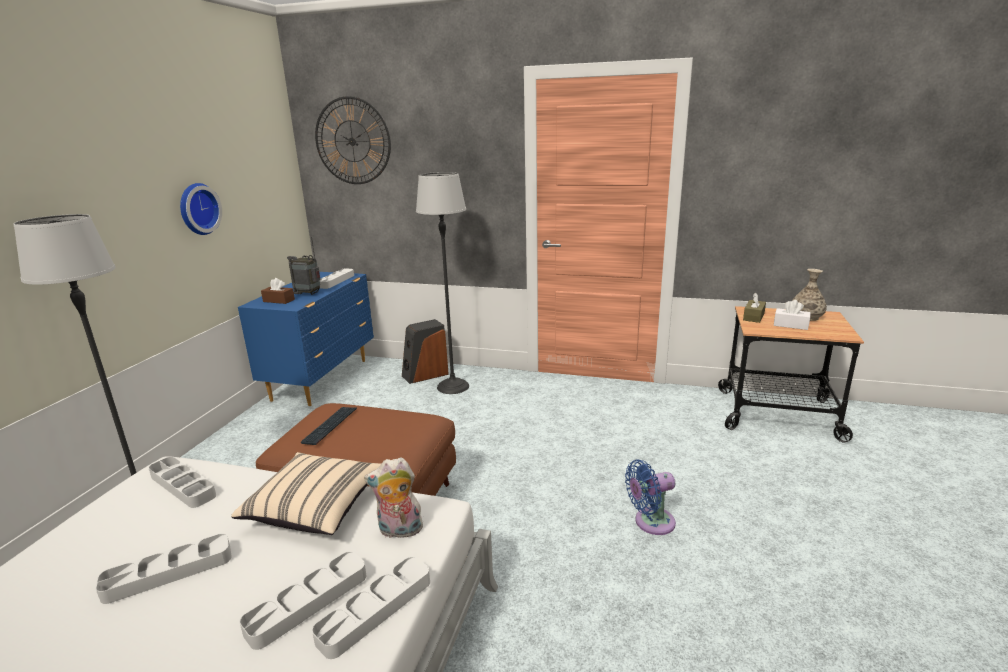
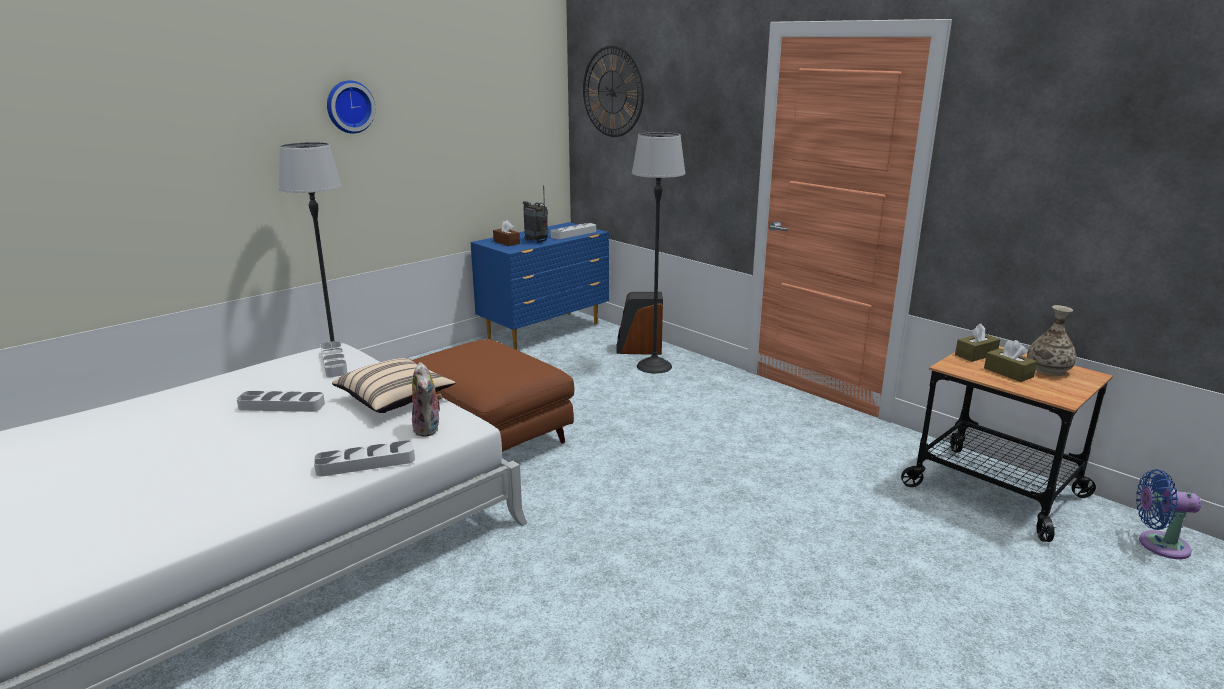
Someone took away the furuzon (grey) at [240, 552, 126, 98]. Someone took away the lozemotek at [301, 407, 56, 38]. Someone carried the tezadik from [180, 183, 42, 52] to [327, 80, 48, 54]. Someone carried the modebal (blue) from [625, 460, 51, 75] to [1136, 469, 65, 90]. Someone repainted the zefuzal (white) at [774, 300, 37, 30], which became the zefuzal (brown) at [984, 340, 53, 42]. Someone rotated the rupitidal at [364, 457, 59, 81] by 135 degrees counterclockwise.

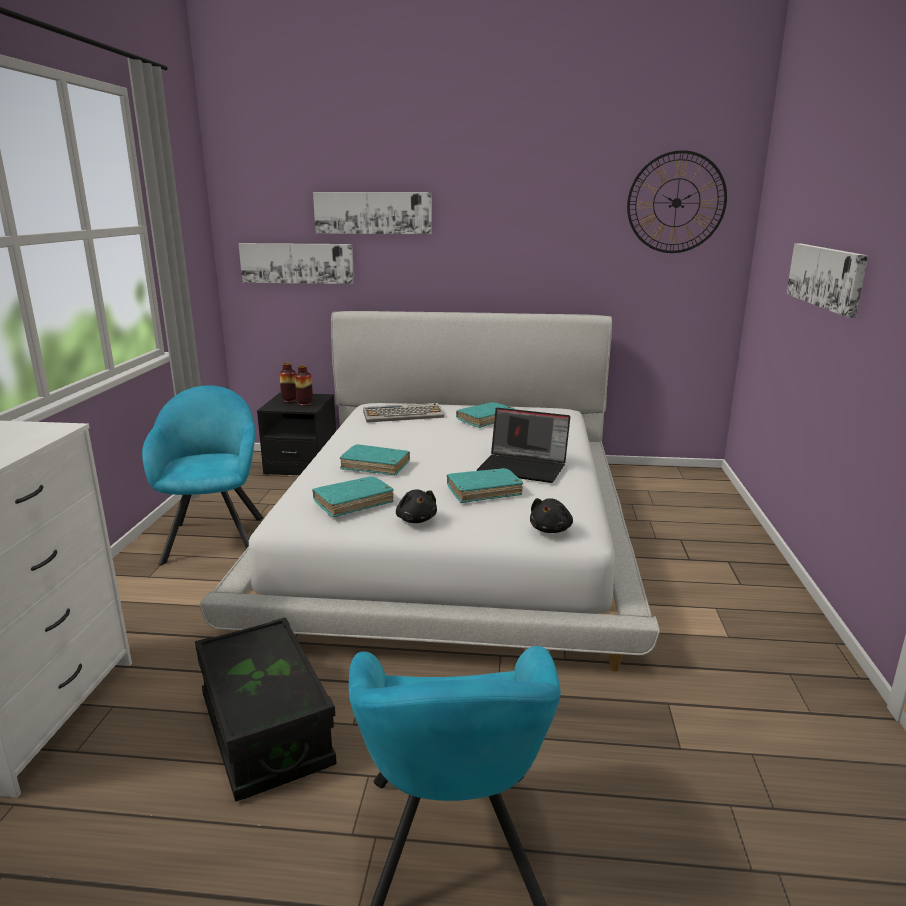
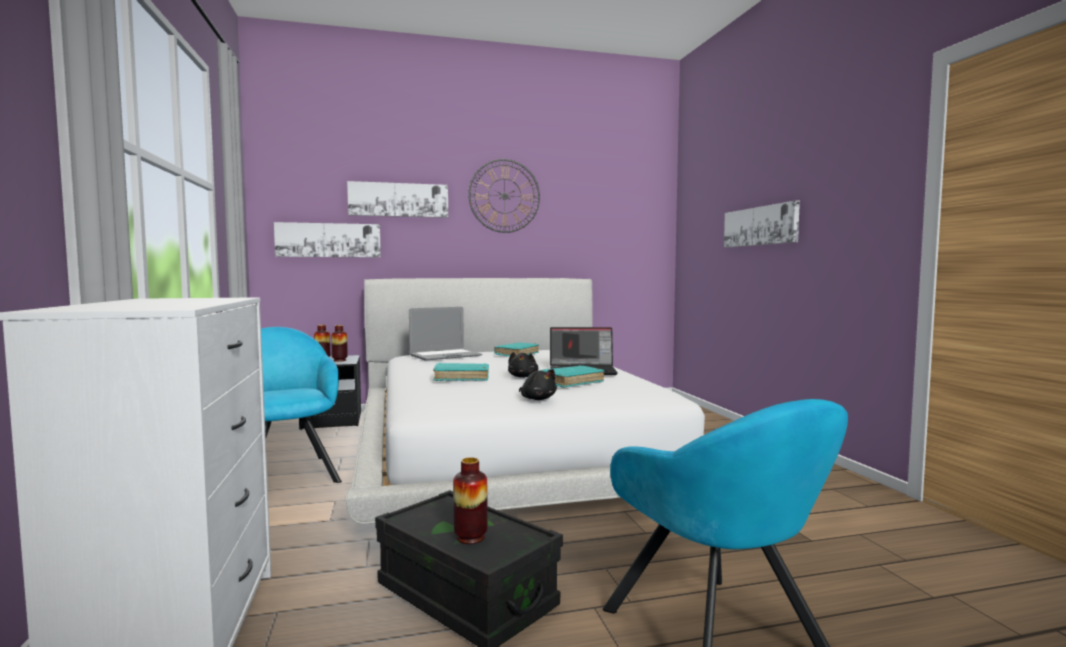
Someone took away the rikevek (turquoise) at [312, 476, 82, 41]. Someone put down the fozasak at [453, 457, 35, 87]. Someone carried the rupitidal (black) from [530, 498, 43, 35] to [508, 352, 30, 26]. Someone carried the tezadik from [627, 150, 100, 103] to [468, 159, 72, 74]. Someone swapped the lozemotek at [363, 403, 81, 20] for the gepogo at [409, 307, 73, 54].

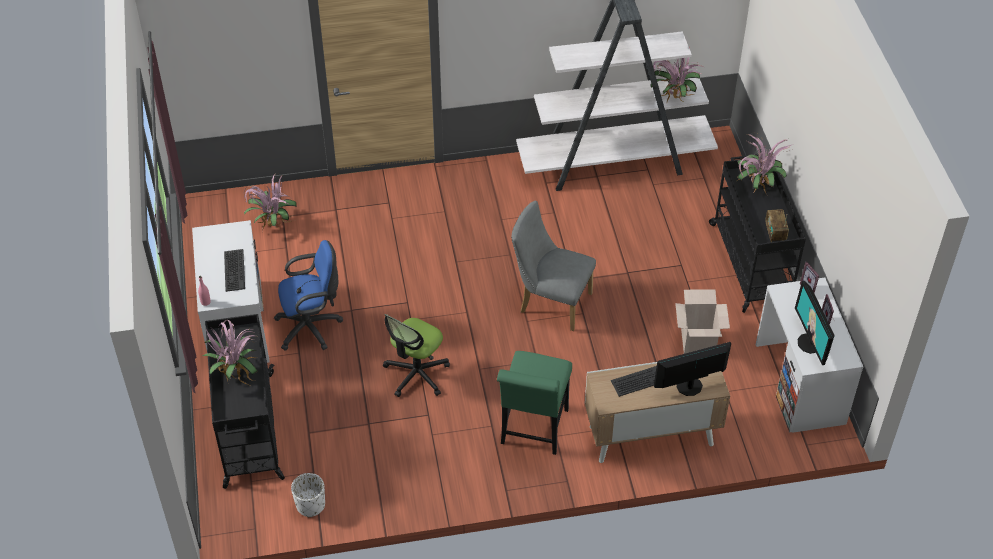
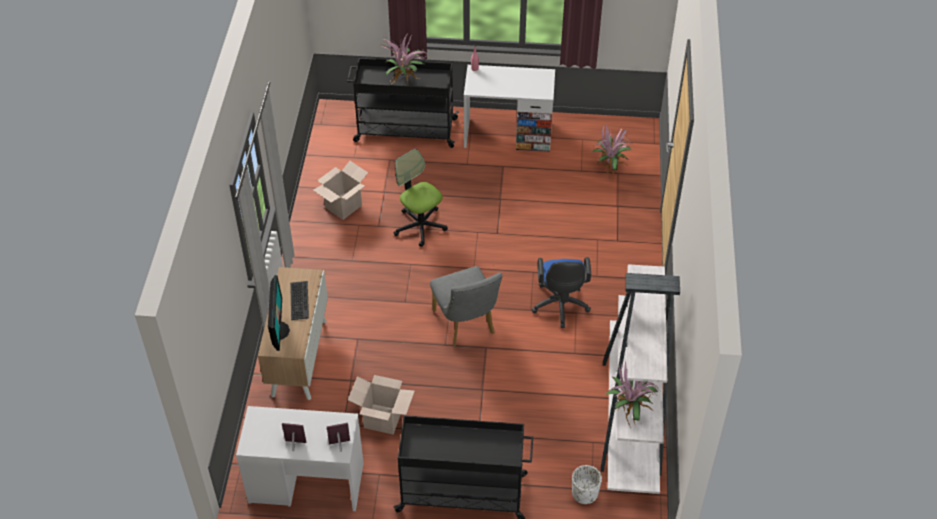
Someone took away the lozemotek at [224, 249, 21, 43]. Someone took away the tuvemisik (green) at [497, 351, 75, 104]. Someone took away the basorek at [737, 134, 54, 61]. Someone took away the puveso at [765, 209, 24, 33]. Someone took away the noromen at [795, 281, 40, 84]. Someone put down the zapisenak at [313, 161, 55, 59]. Someone carried the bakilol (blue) from [274, 240, 69, 111] to [531, 257, 60, 71]. Someone carried the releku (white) from [291, 473, 34, 44] to [572, 465, 30, 39]. Someone rotated the tuvemisik (grey) at [511, 201, 85, 130] by 120 degrees clockwise.

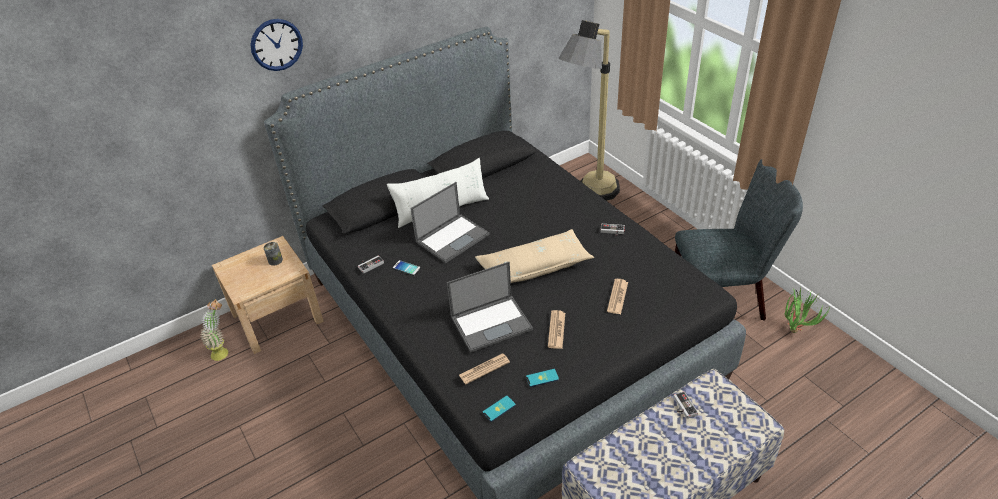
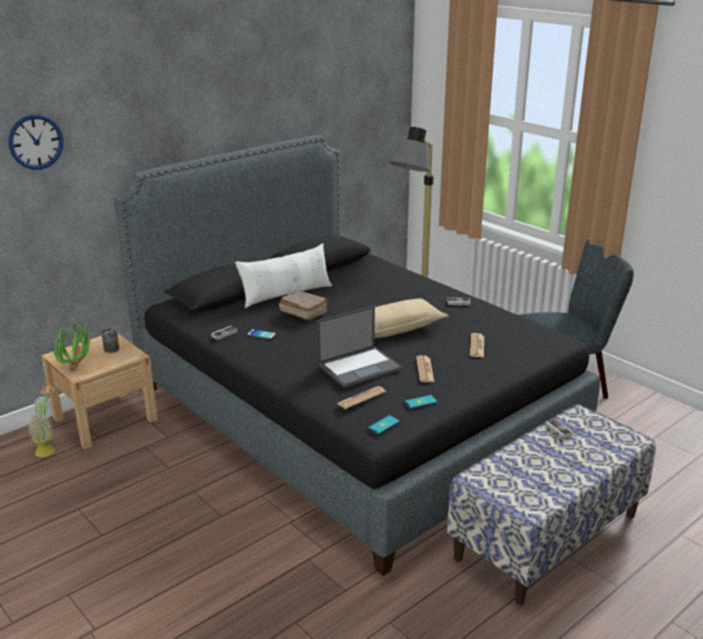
Someone carried the tezadik from [250, 19, 53, 52] to [9, 114, 54, 56]. Someone carried the basorek from [784, 287, 46, 46] to [53, 320, 41, 51]. Someone swapped the gepogo at [410, 182, 80, 81] for the rikevek (brown) at [279, 290, 49, 30].

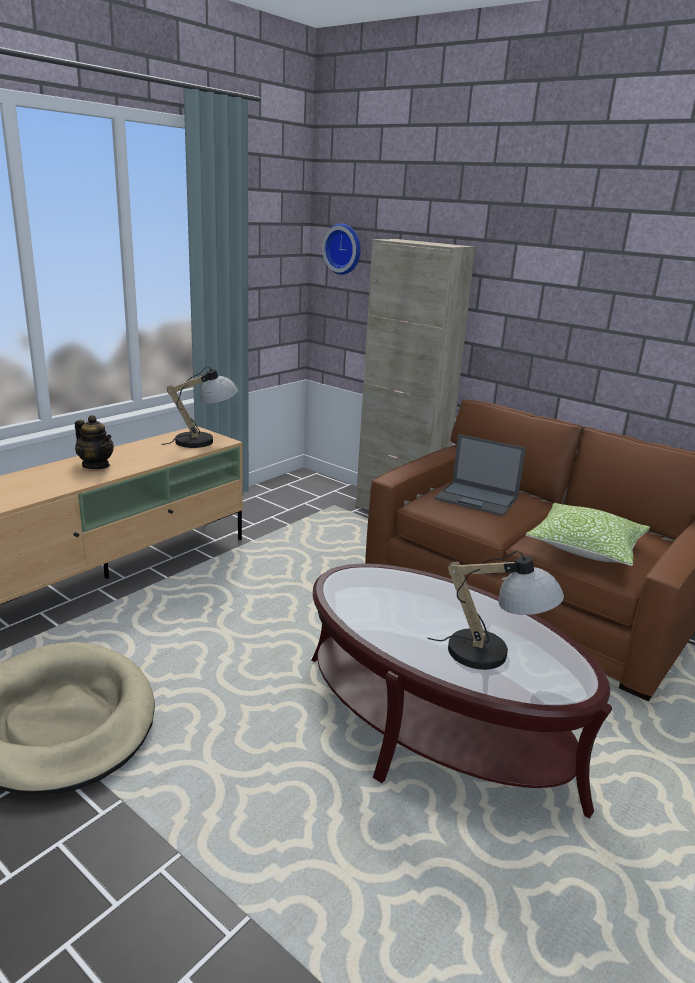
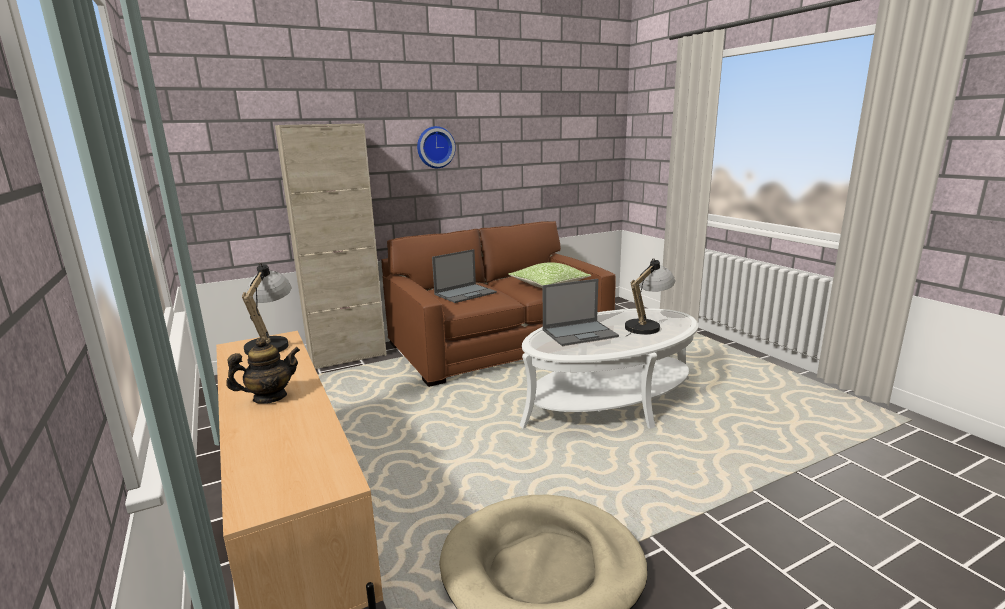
Someone put down the gepogo at [543, 279, 76, 67]. Someone carried the tezadik from [322, 223, 39, 52] to [417, 126, 39, 42]. Someone repainted the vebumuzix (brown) at [312, 564, 300, 255], which became the vebumuzix (white) at [520, 308, 178, 121].

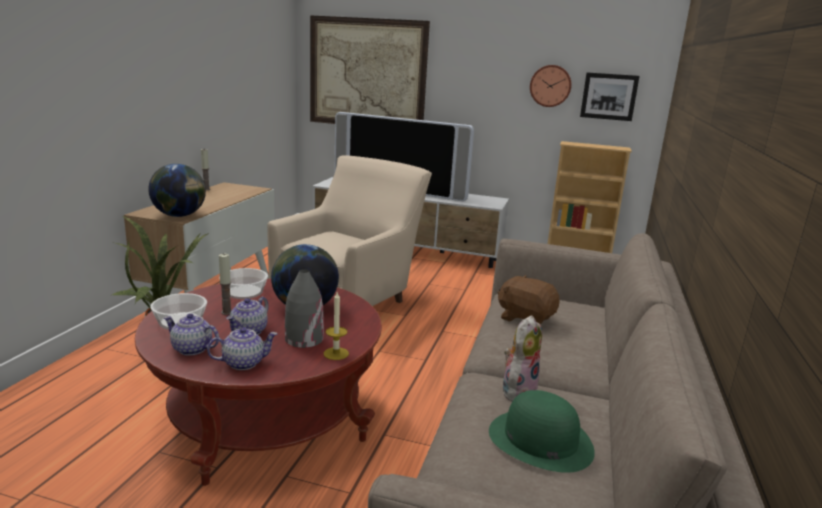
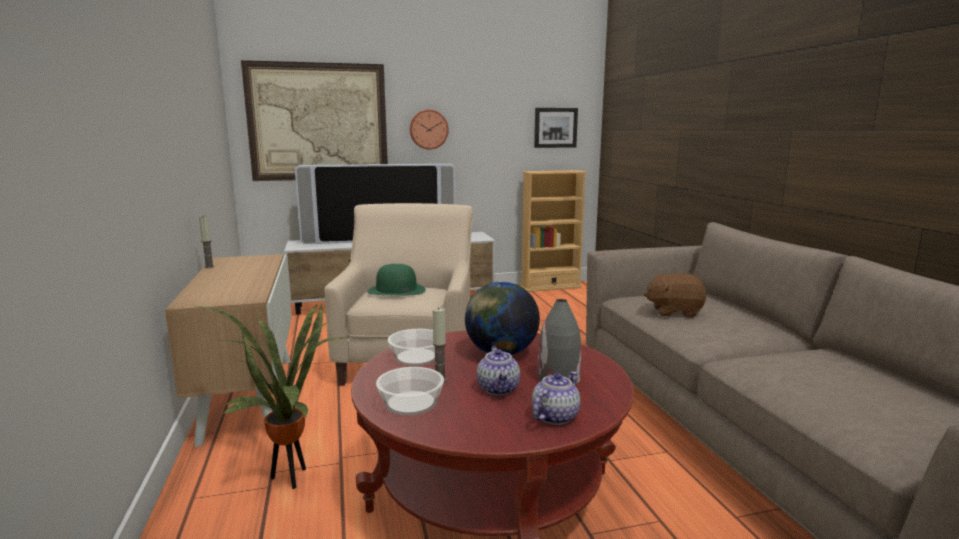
Someone took away the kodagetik at [148, 164, 58, 53]. Someone took away the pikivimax at [164, 313, 55, 43]. Someone took away the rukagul at [324, 292, 25, 68]. Someone took away the rupitidal at [503, 315, 39, 87]. Someone carried the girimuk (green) from [489, 390, 106, 83] to [367, 264, 59, 31]. Someone carried the tezadik from [530, 65, 42, 42] to [410, 110, 39, 39].

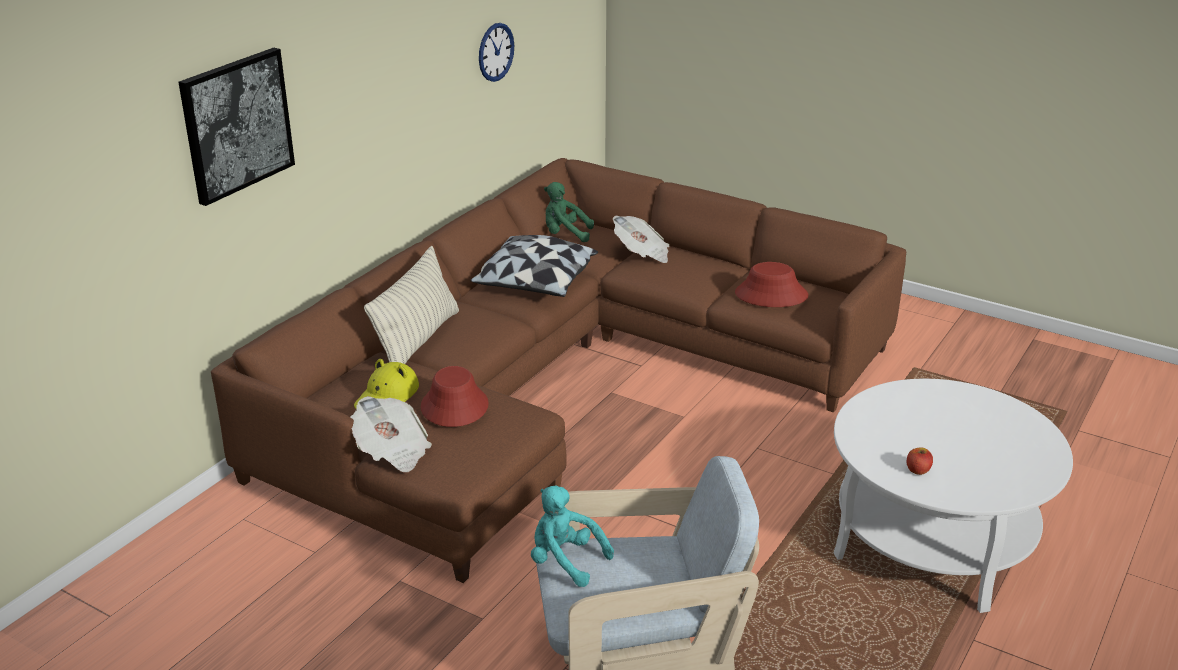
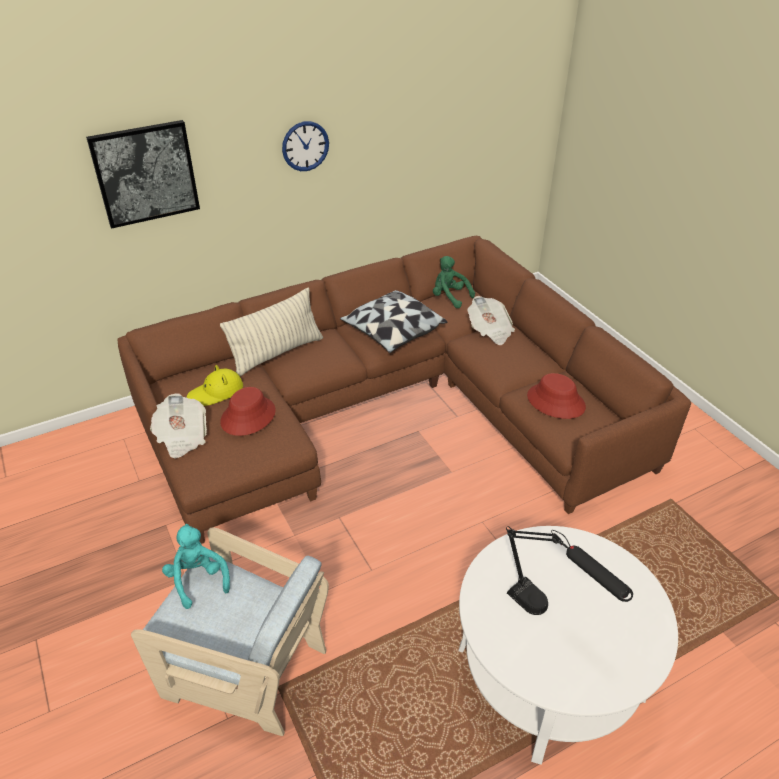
Someone took away the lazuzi at [907, 448, 26, 27]. Someone put down the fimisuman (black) at [506, 526, 127, 89]. Someone carried the tezadik from [479, 23, 35, 59] to [282, 121, 47, 50].

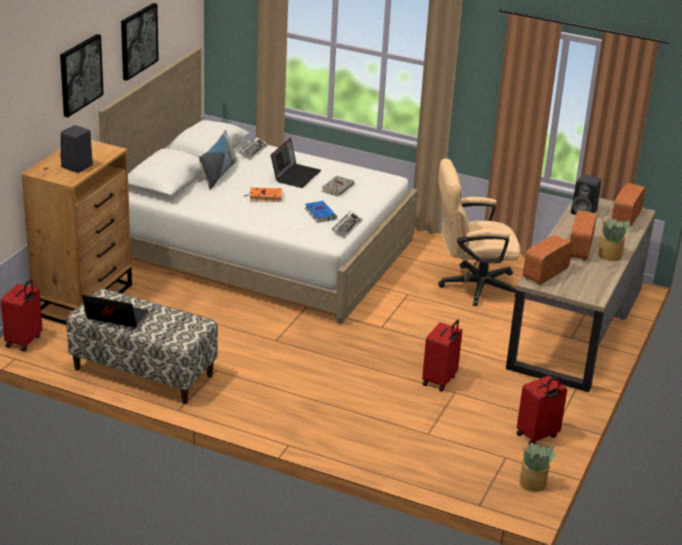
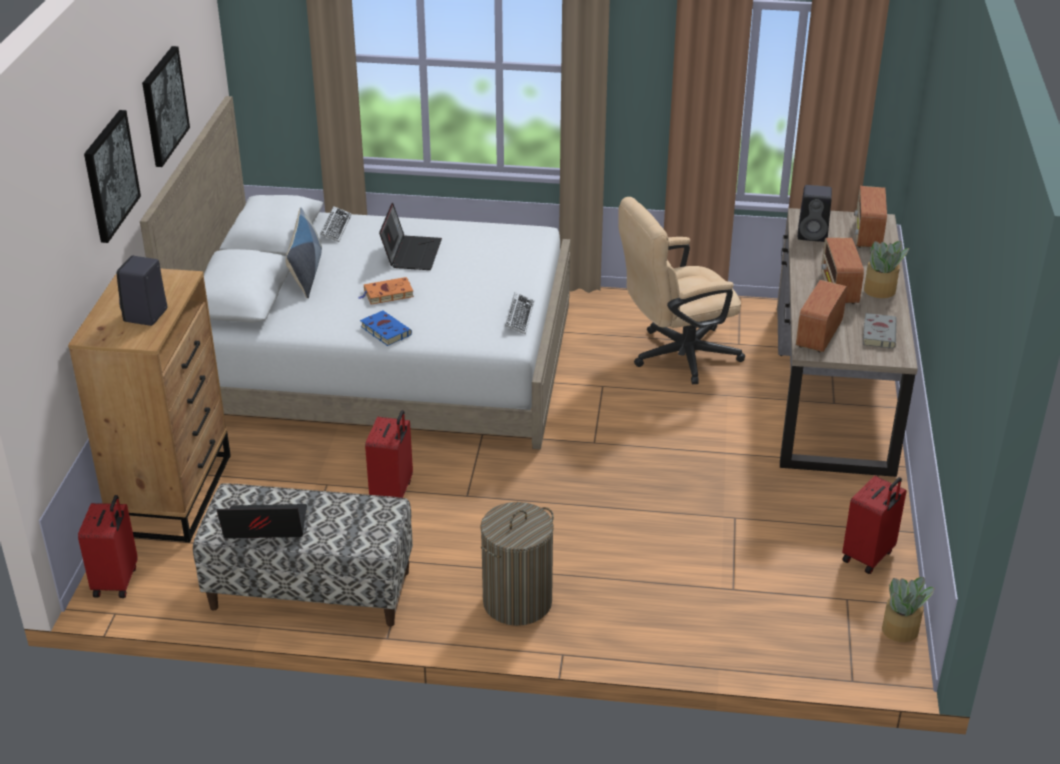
Someone put down the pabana at [480, 502, 74, 124]. Someone carried the rikevek (blue) from [305, 201, 32, 22] to [360, 311, 52, 35]. Someone carried the rikevek (grey) from [322, 176, 32, 21] to [863, 313, 34, 36]. Someone carried the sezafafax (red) from [422, 319, 40, 73] to [365, 410, 48, 89].

